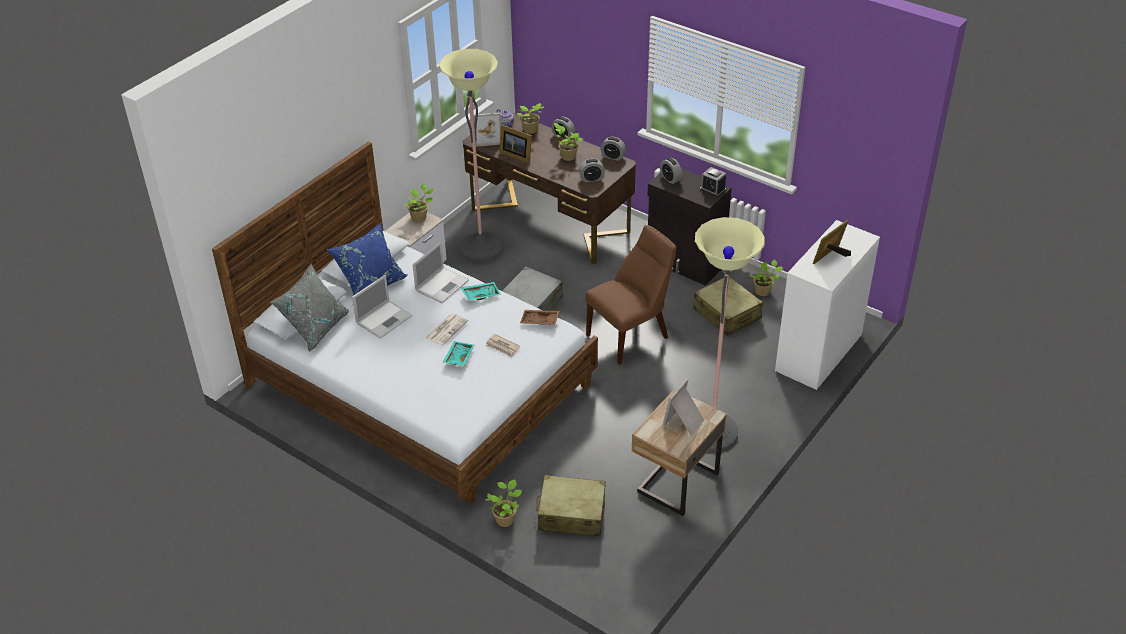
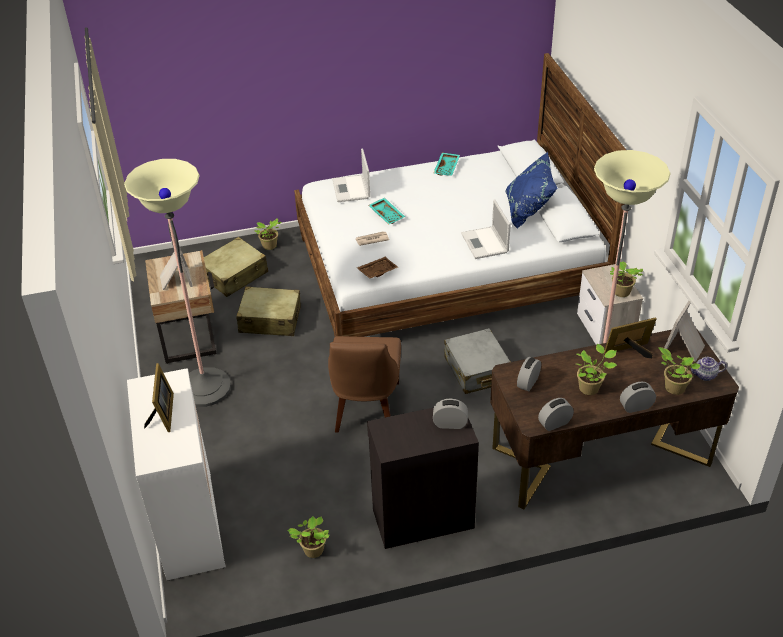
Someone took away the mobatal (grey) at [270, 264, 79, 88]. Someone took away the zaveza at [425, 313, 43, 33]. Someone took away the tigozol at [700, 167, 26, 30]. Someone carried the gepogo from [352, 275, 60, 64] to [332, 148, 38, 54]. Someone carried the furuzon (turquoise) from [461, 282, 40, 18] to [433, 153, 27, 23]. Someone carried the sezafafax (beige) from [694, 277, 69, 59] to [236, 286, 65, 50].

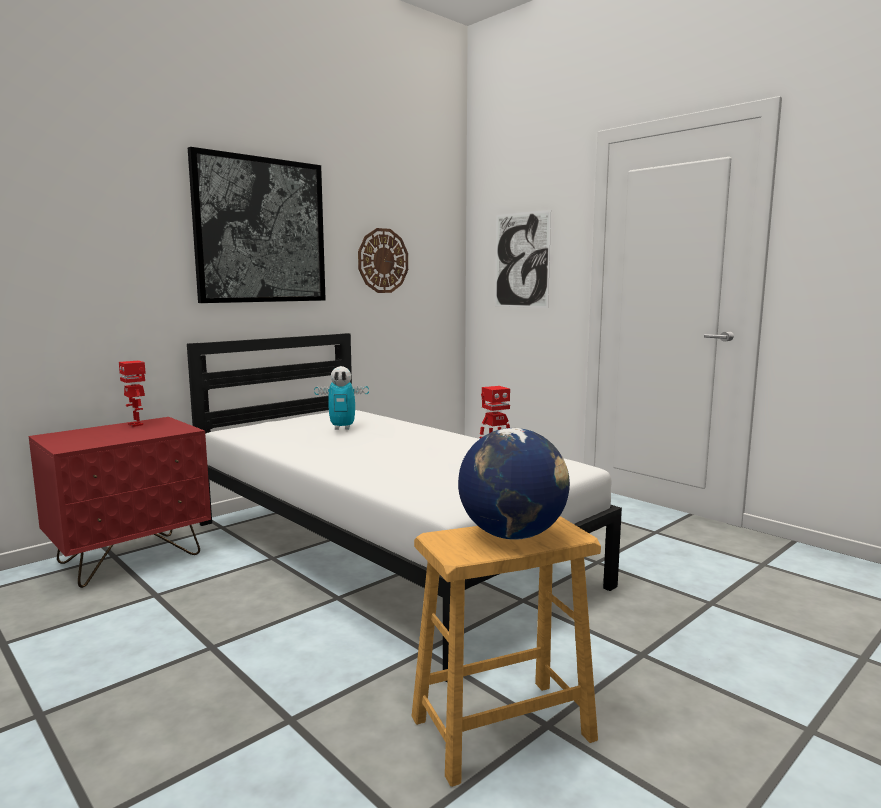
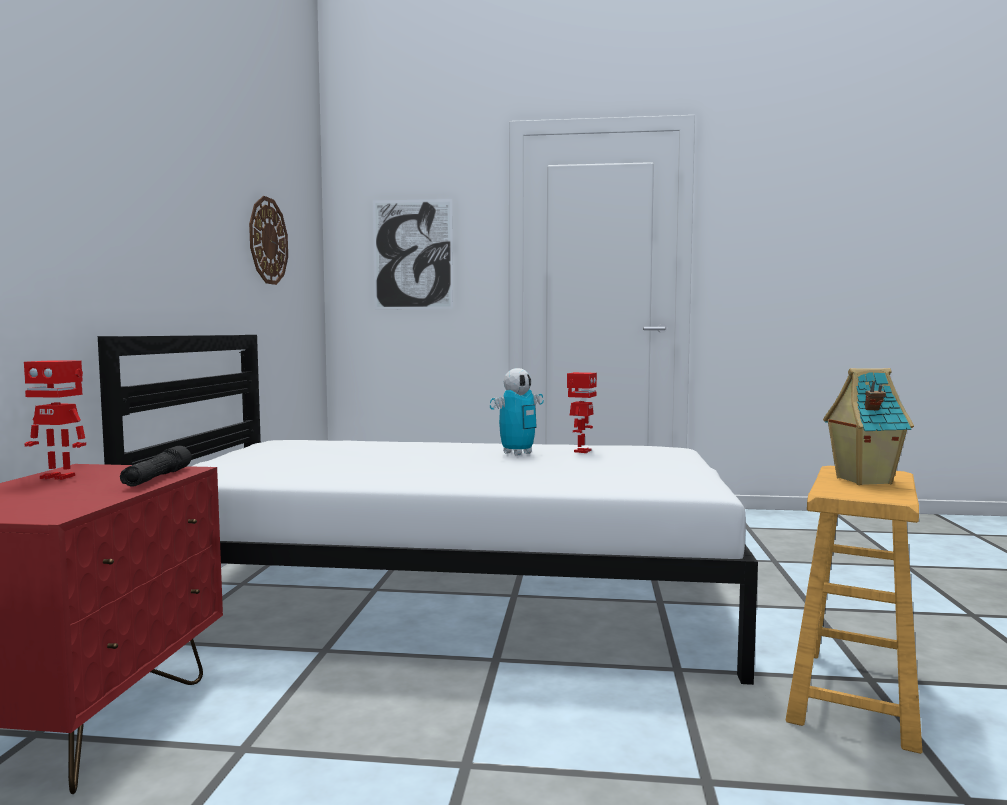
Someone took away the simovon at [188, 147, 138, 156]. Someone put down the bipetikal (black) at [120, 446, 71, 41]. Someone carried the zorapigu from [314, 366, 55, 64] to [490, 368, 54, 88]. Someone swapped the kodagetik at [458, 428, 112, 112] for the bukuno at [823, 368, 91, 117].

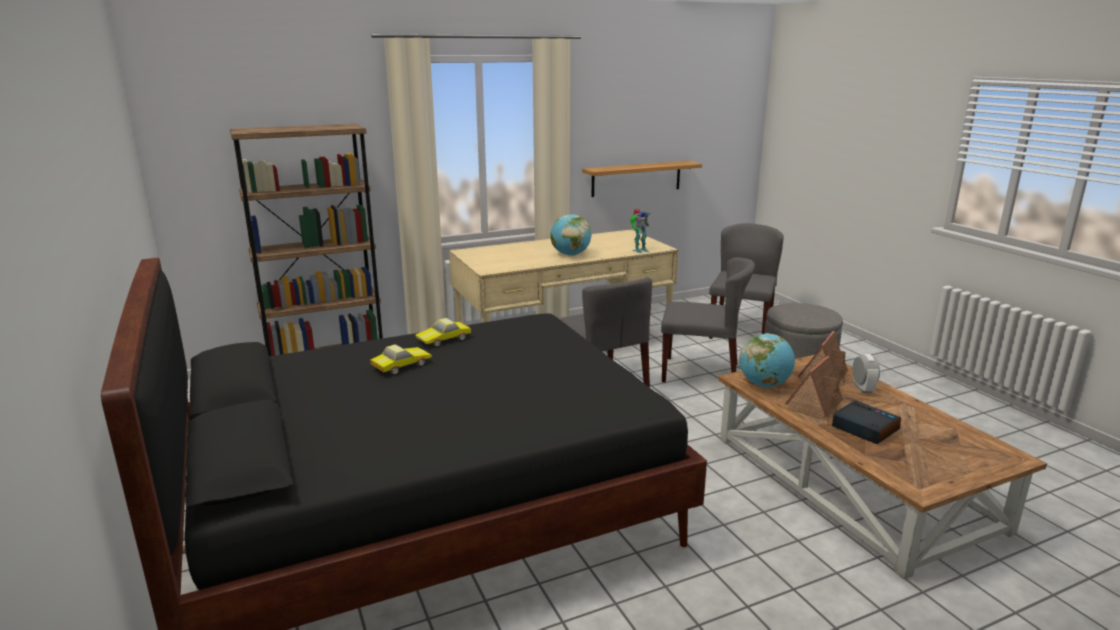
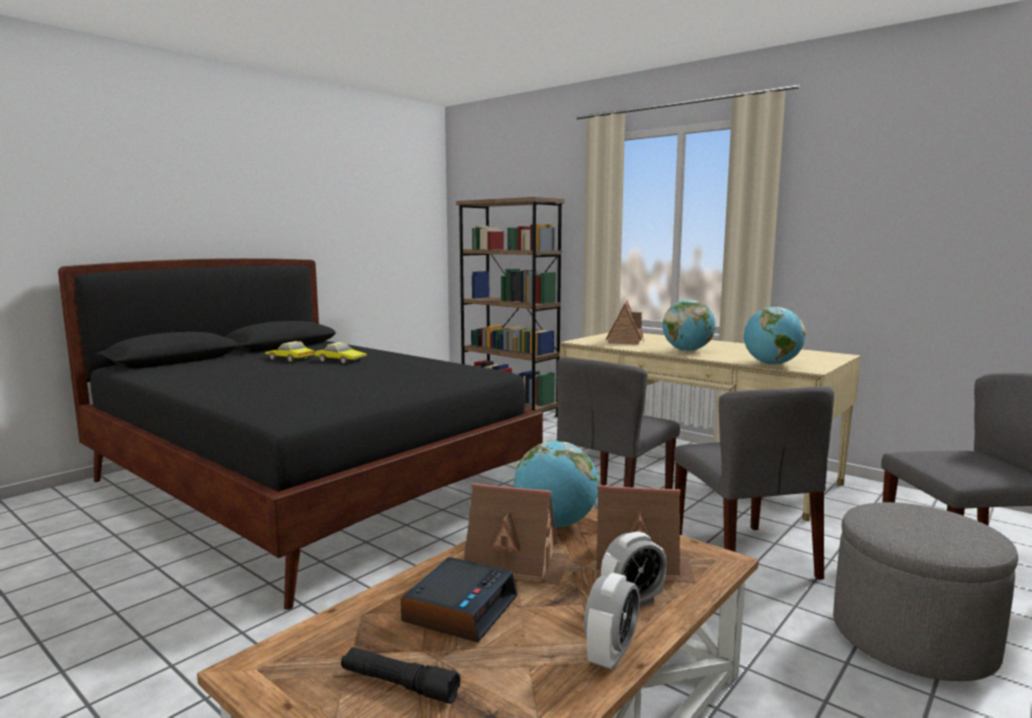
Someone took away the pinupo at [582, 161, 120, 36]. Someone put down the bipetikal (black) at [341, 647, 119, 57]. Someone put down the tigozol at [584, 573, 56, 97]. Someone put down the bukuno at [606, 300, 38, 44]. Someone carried the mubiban from [415, 318, 56, 29] to [265, 341, 50, 21]. Someone swapped the zorapigu at [630, 209, 21, 44] for the kodagetik at [744, 307, 62, 58].

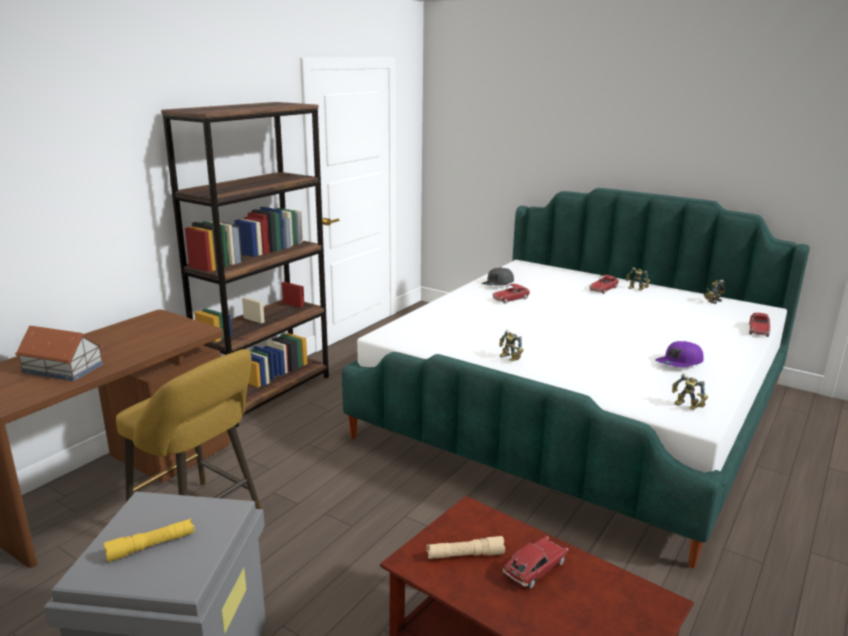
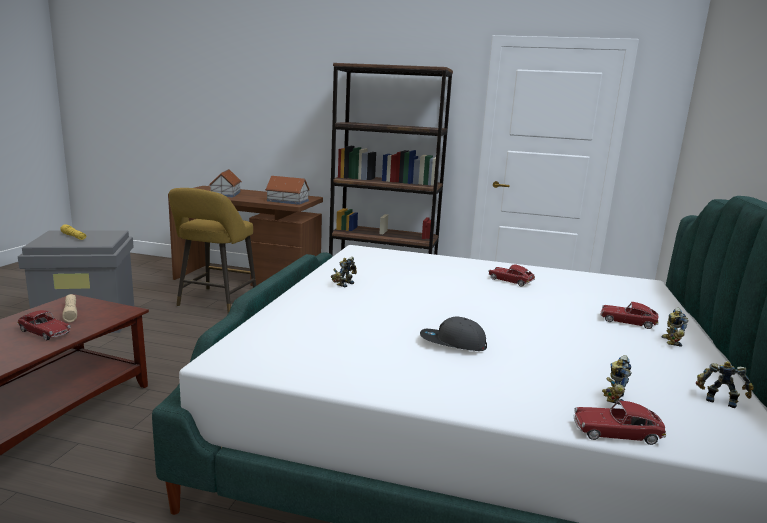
Someone took away the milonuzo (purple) at [655, 341, 49, 26]. Someone put down the bukuno at [265, 176, 45, 29]. Someone carried the milonuzo (grey) from [481, 267, 33, 19] to [420, 316, 67, 35]. Someone carried the zorapigu from [672, 374, 36, 36] to [602, 355, 30, 50].

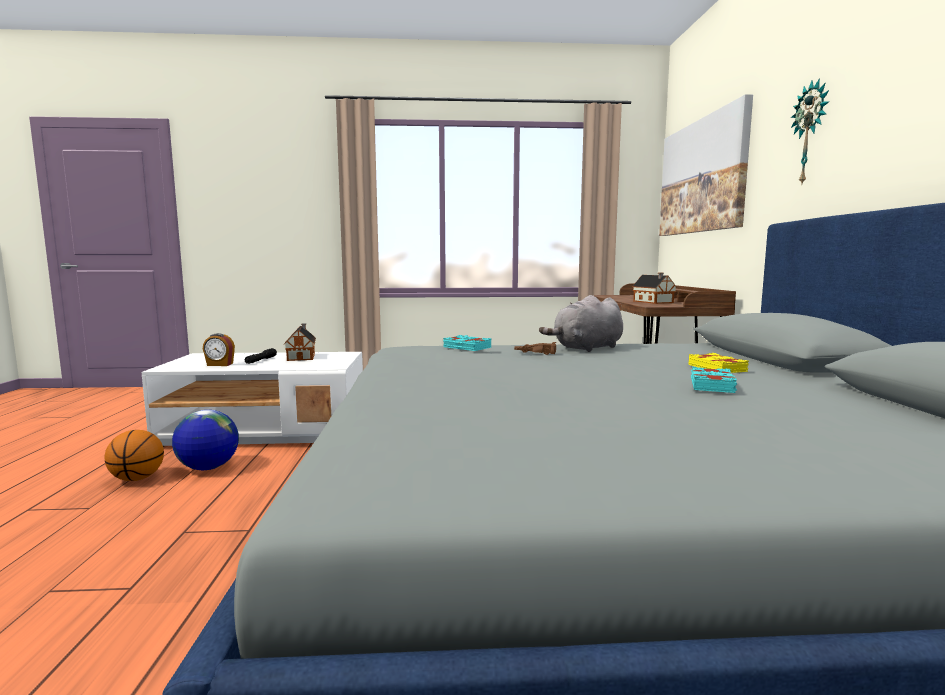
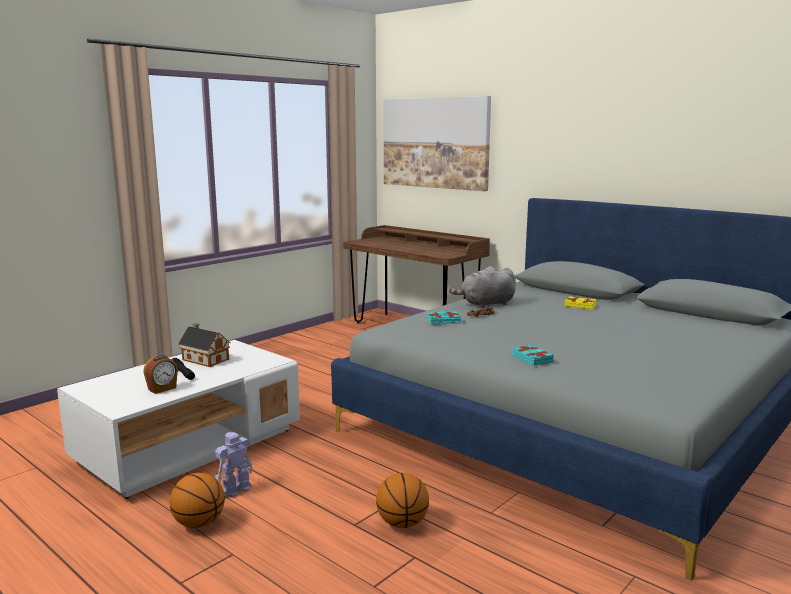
Someone took away the bukuno at [632, 273, 45, 31]. Someone took away the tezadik at [791, 78, 38, 108]. Someone put down the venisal at [376, 473, 53, 55]. Someone carried the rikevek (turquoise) from [691, 367, 46, 26] to [512, 344, 42, 22]. Someone swapped the kodagetik at [172, 410, 67, 60] for the zorapigu at [215, 432, 38, 65]. Someone rotated the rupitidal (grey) at [539, 295, 84, 57] by 60 degrees clockwise.

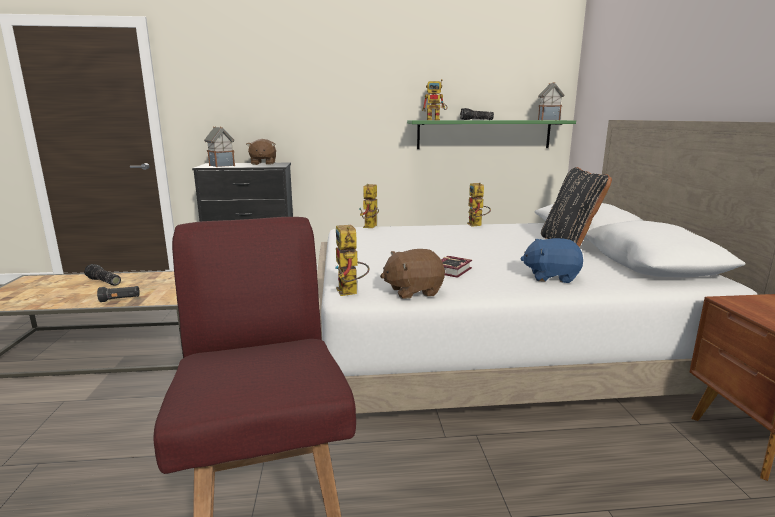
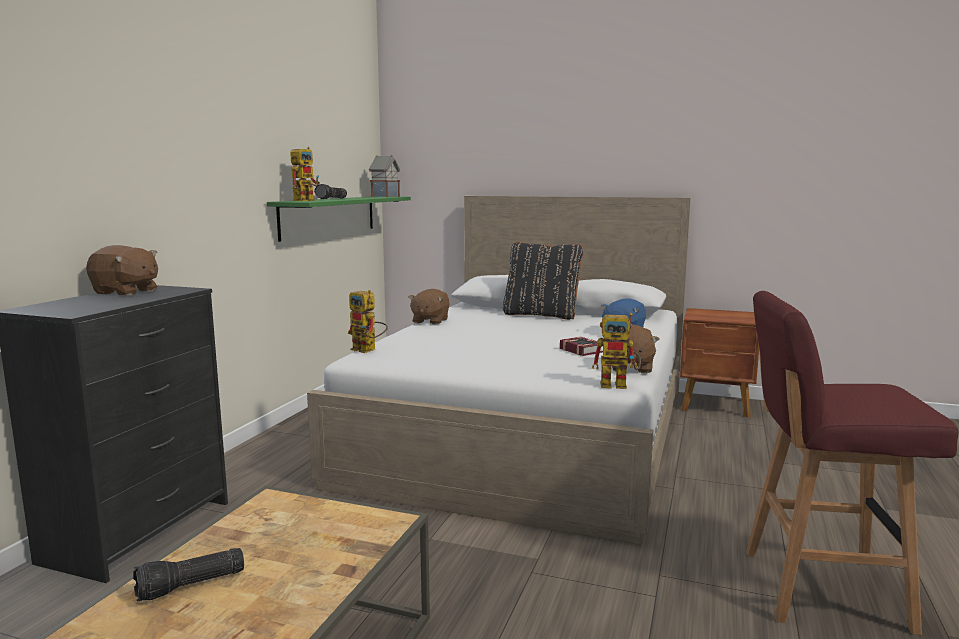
Someone took away the bipetikal (black) at [97, 286, 43, 16]. Someone took away the bukuno at [204, 126, 31, 41]. Someone swapped the zorapigu at [467, 182, 24, 45] for the rupitidal (brown) at [409, 289, 41, 36].

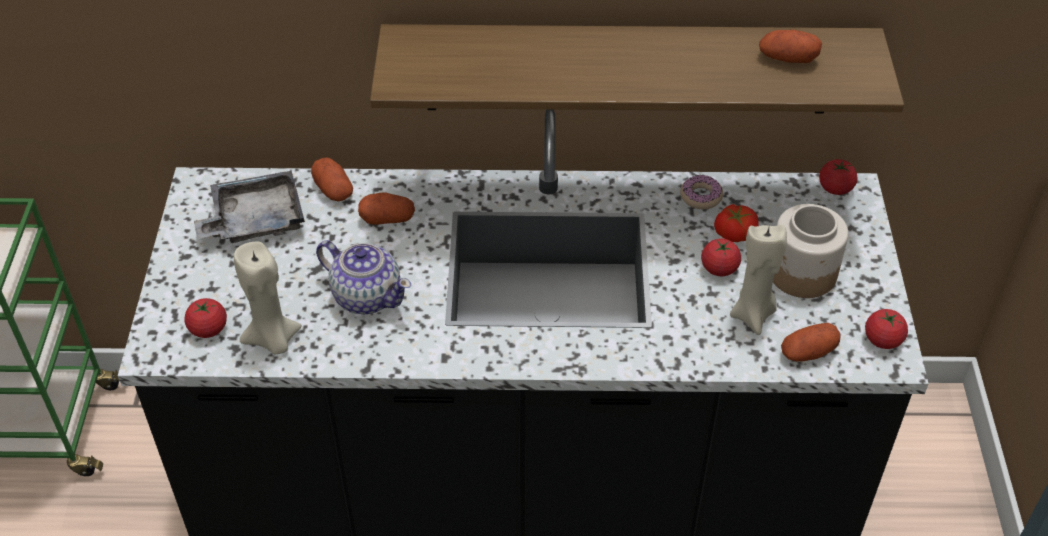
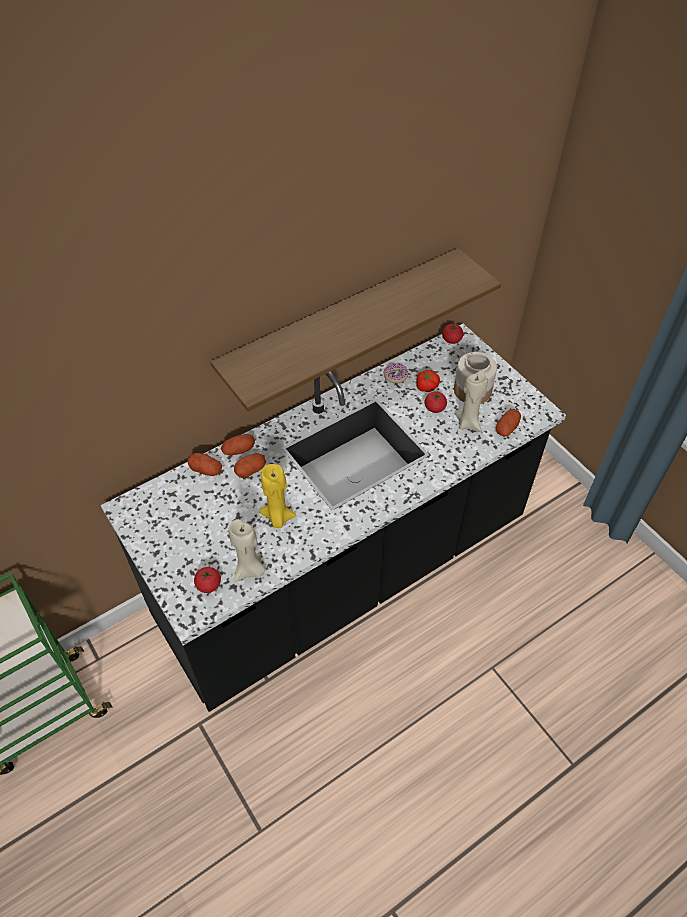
Someone took away the furuzon (grey) at [194, 171, 111, 72]. Someone took away the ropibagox at [865, 309, 43, 40]. Someone carried the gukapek from [759, 30, 63, 33] to [221, 434, 34, 21]. Someone swapped the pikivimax at [316, 240, 95, 75] for the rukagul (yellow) at [259, 464, 37, 64].

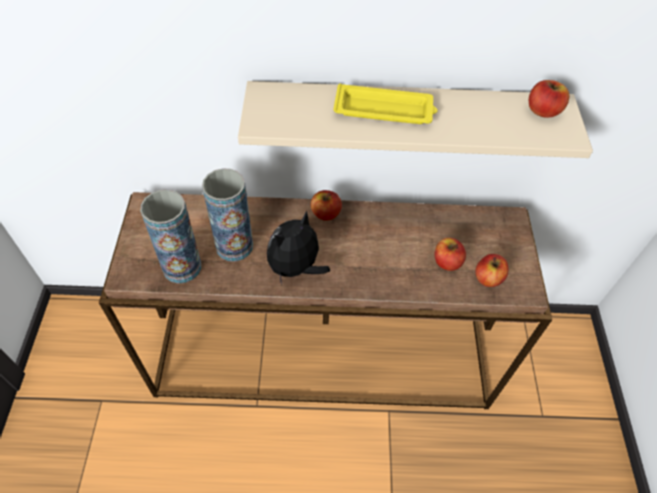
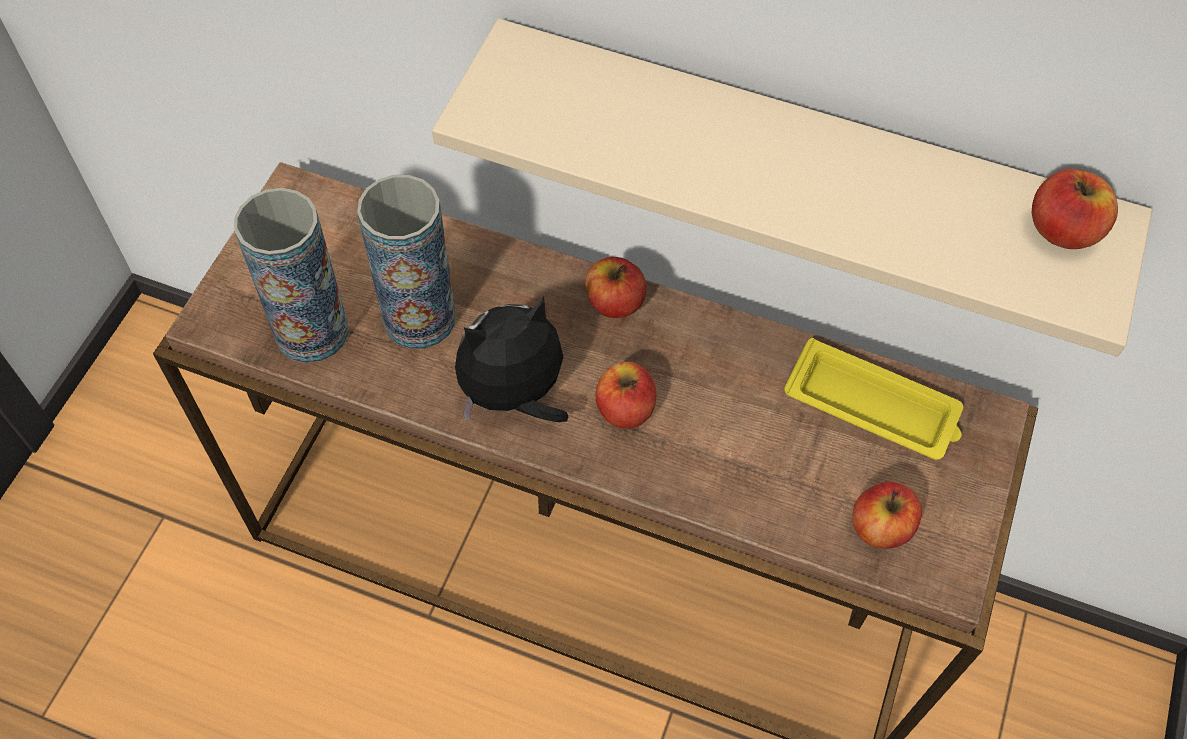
Someone carried the furuzon (yellow) from [333, 83, 104, 41] to [784, 338, 179, 122]. Someone carried the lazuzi from [435, 238, 31, 33] to [596, 362, 60, 67].

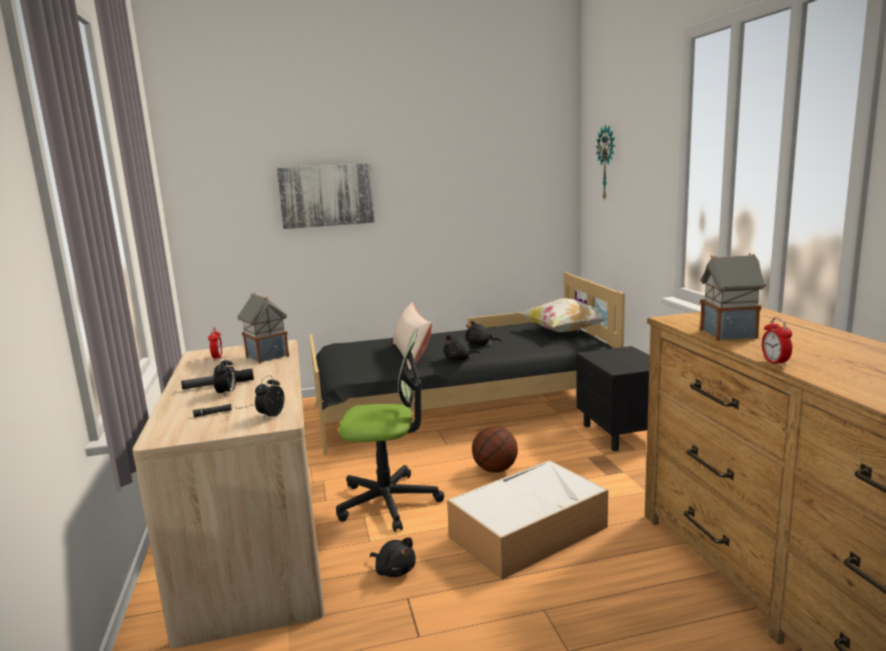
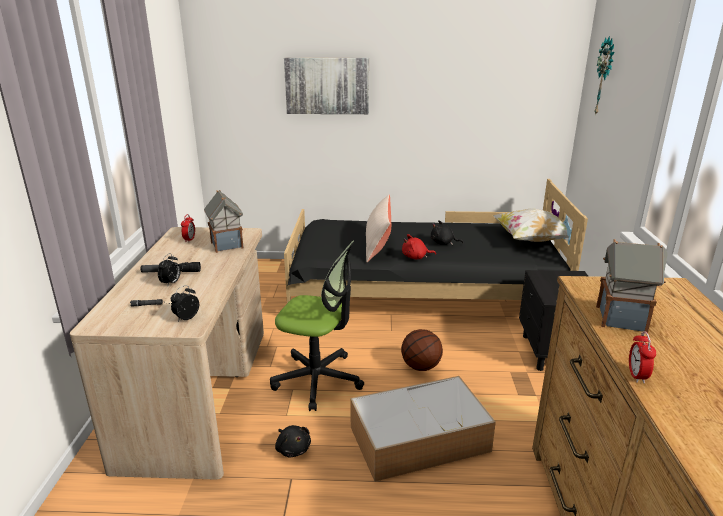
Someone repainted the rupitidal (black) at [443, 335, 36, 26], which became the rupitidal (red) at [402, 234, 34, 25].

